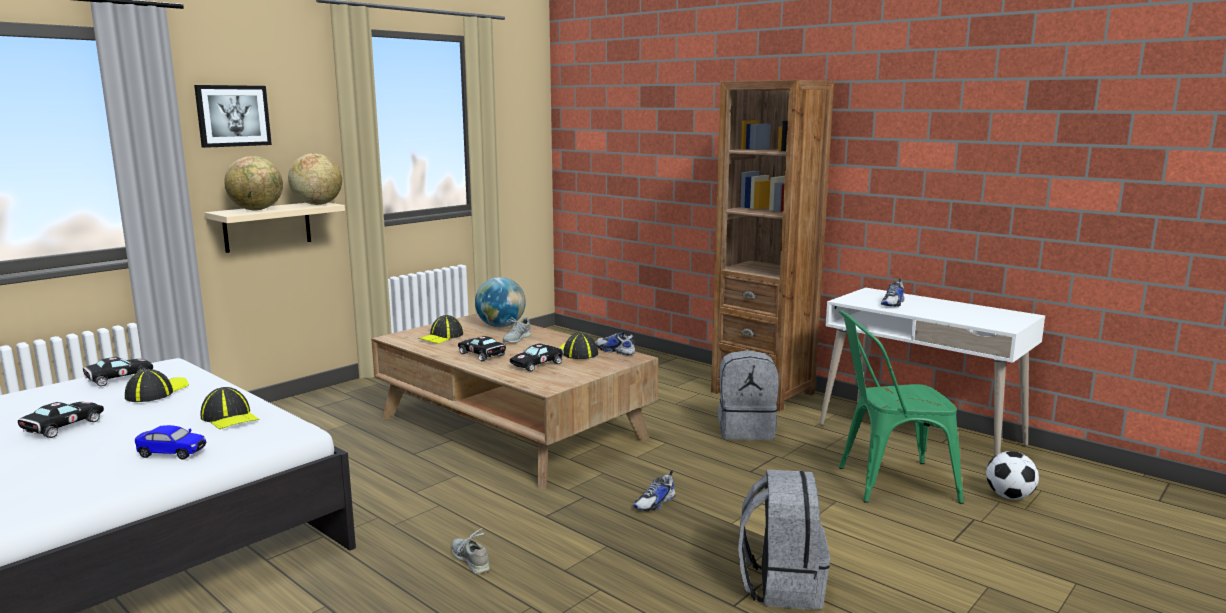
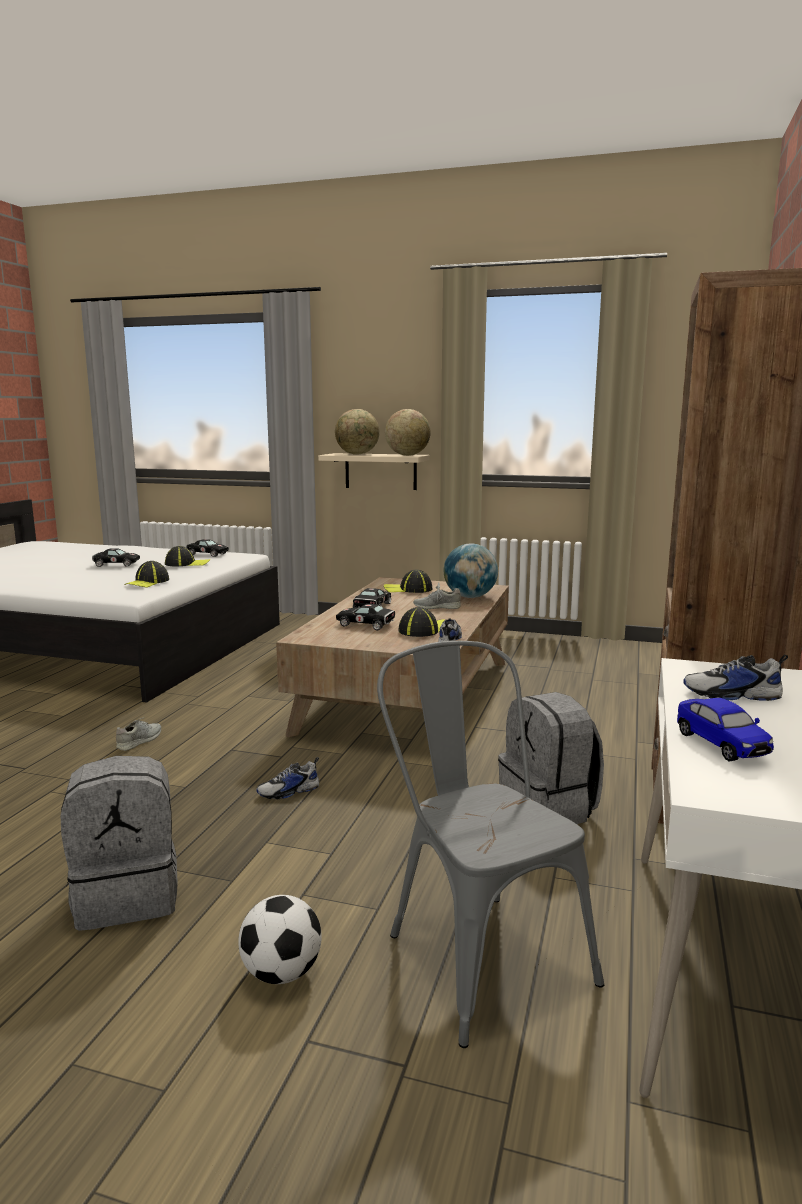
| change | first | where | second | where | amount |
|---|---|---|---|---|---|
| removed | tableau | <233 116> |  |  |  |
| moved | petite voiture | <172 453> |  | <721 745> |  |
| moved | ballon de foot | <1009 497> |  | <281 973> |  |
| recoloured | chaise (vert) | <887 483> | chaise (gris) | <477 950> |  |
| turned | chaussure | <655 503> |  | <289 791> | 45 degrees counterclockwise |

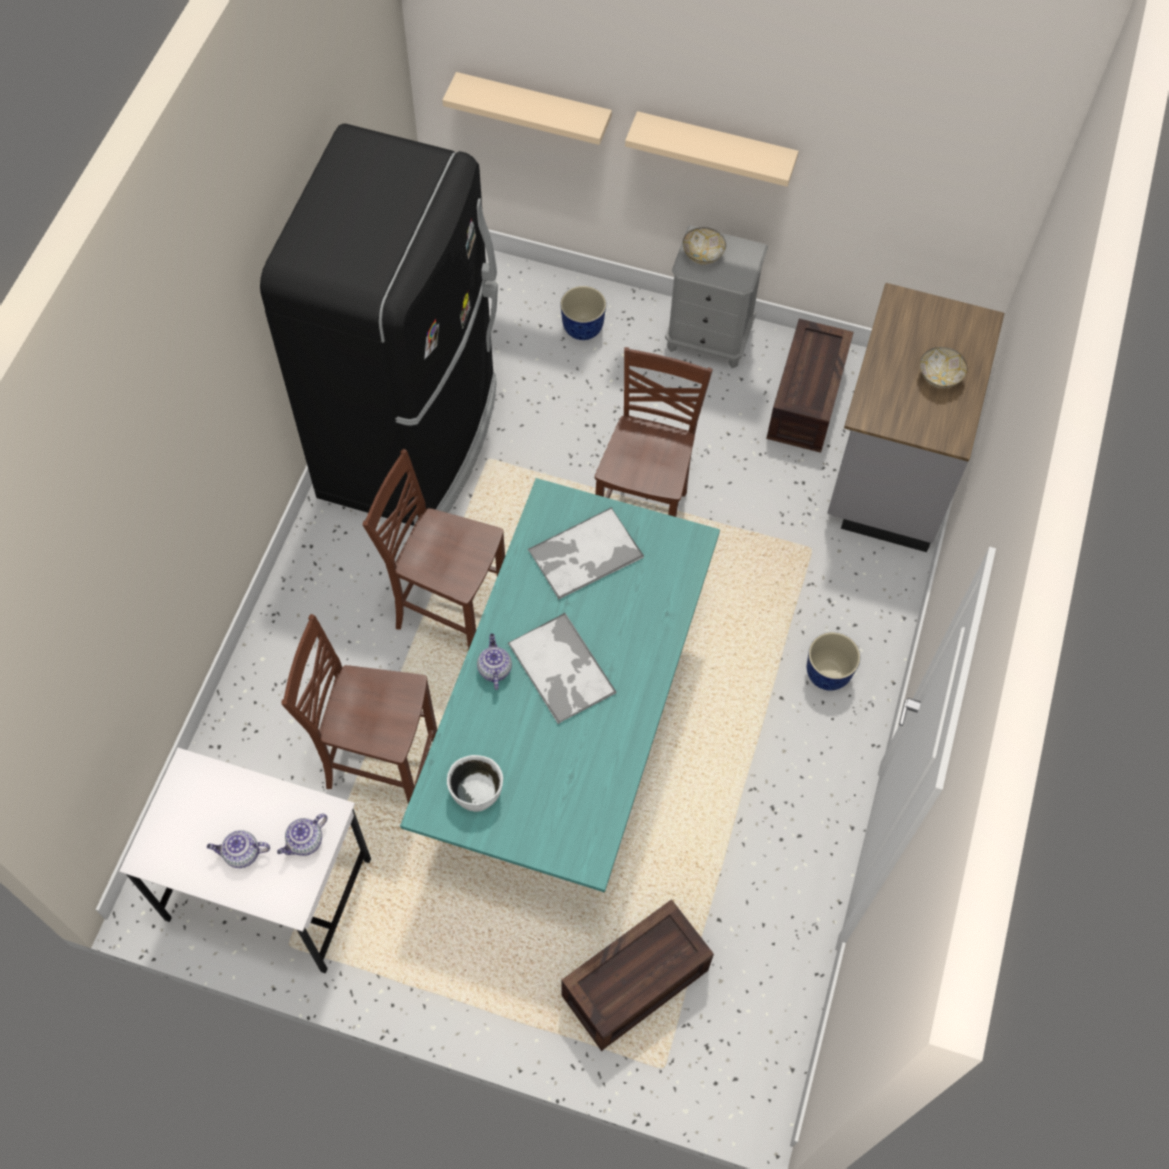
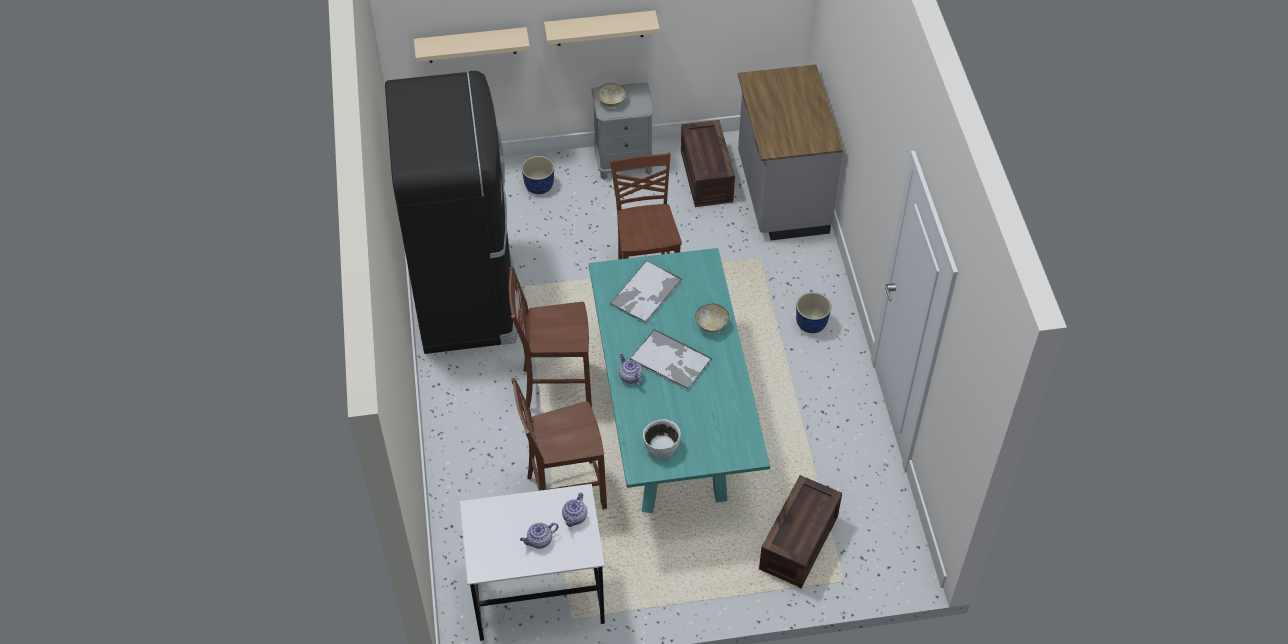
| change | first | where | second | where | amount |
|---|---|---|---|---|---|
| moved | bol | <938 377> |  | <711 325> |  |

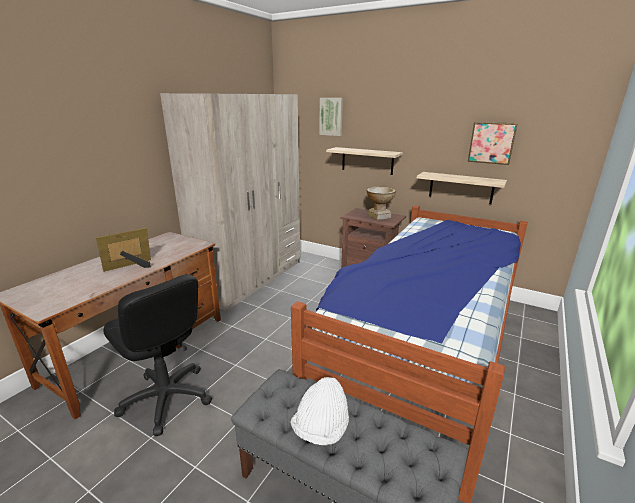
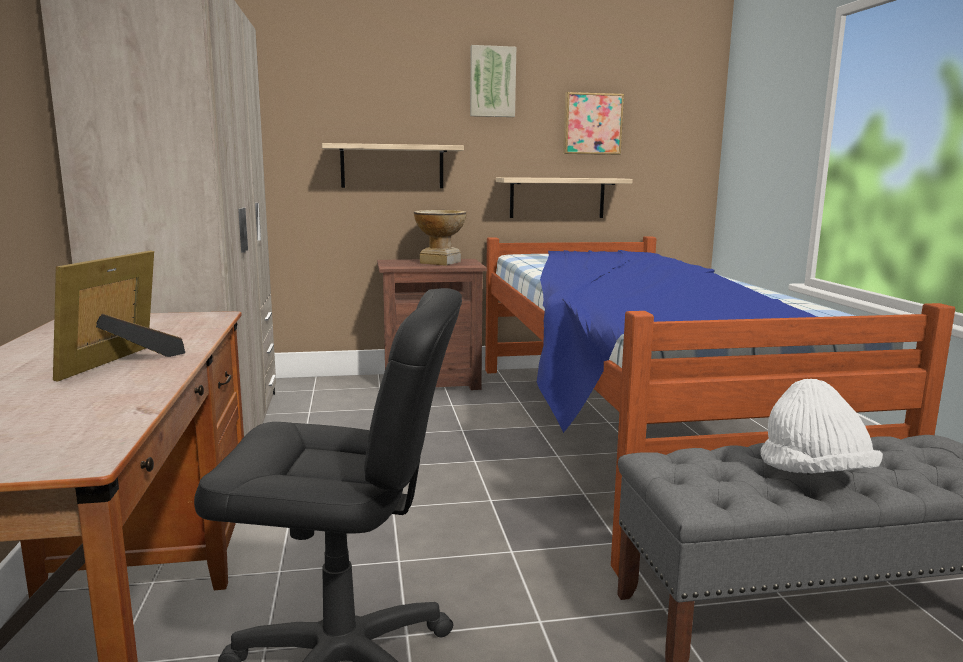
| change | first | where | second | where | amount |
|---|---|---|---|---|---|
| moved | tableau | <331 116> |  | <492 82> |  |

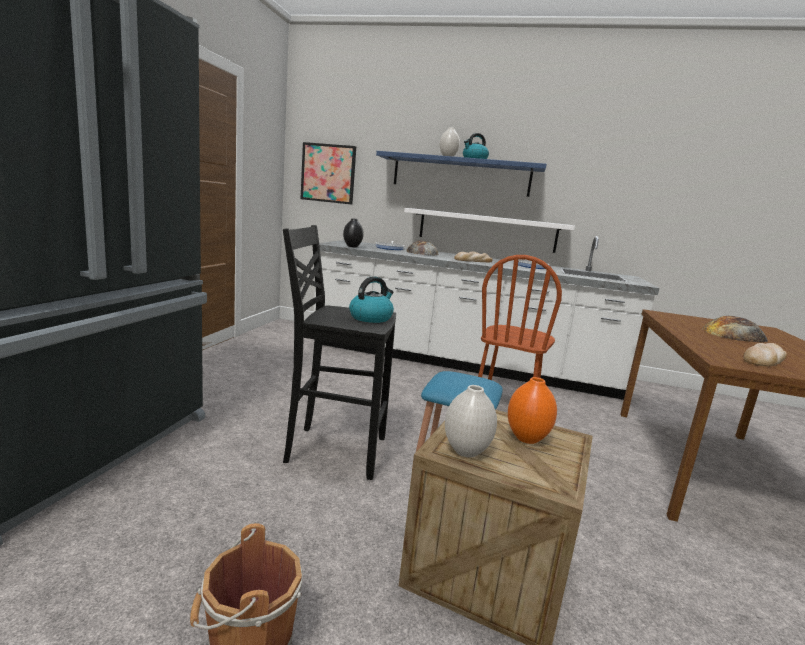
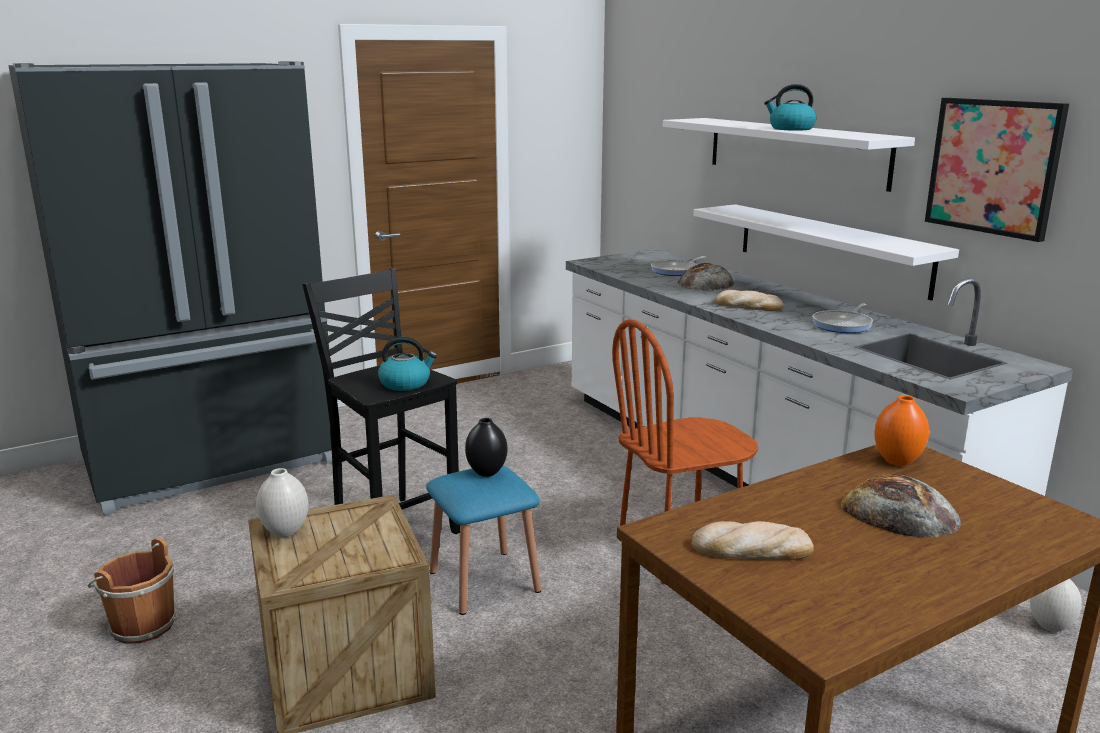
| change | first | where | second | where | amount |
|---|---|---|---|---|---|
| moved | tableau | <328 173> |  | <994 166> |  |
| moved | vase (noir) | <352 246> |  | <486 473> |  |
| moved | vase (blanc) | <448 157> |  | <1050 626> |  |
| moved | vase (orange) | <527 439> |  | <897 461> |  |
| recoloured | étagère (bleu) | <461 175> | étagère (blanc) | <795 151> |  |

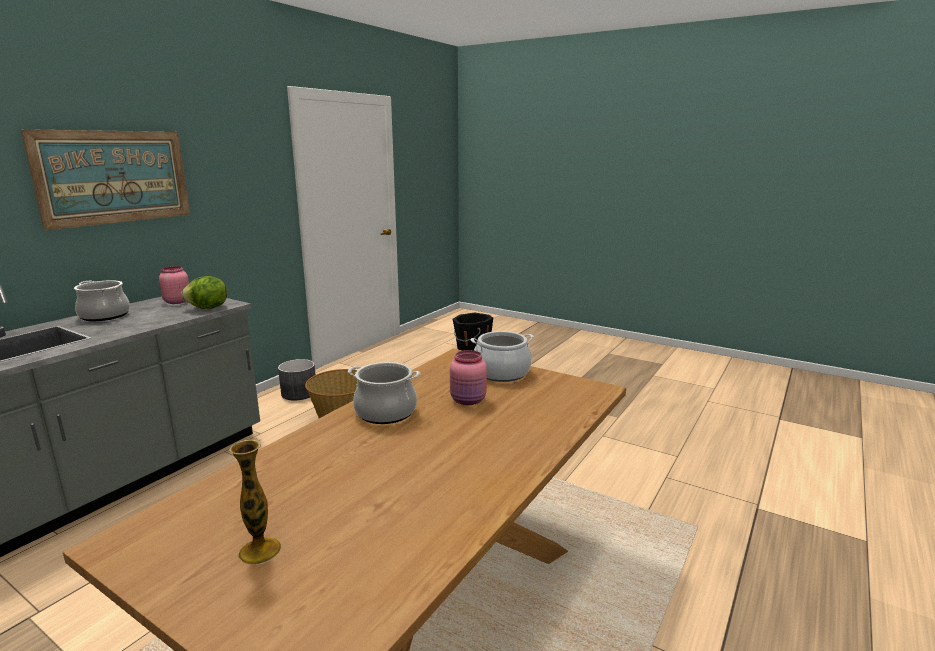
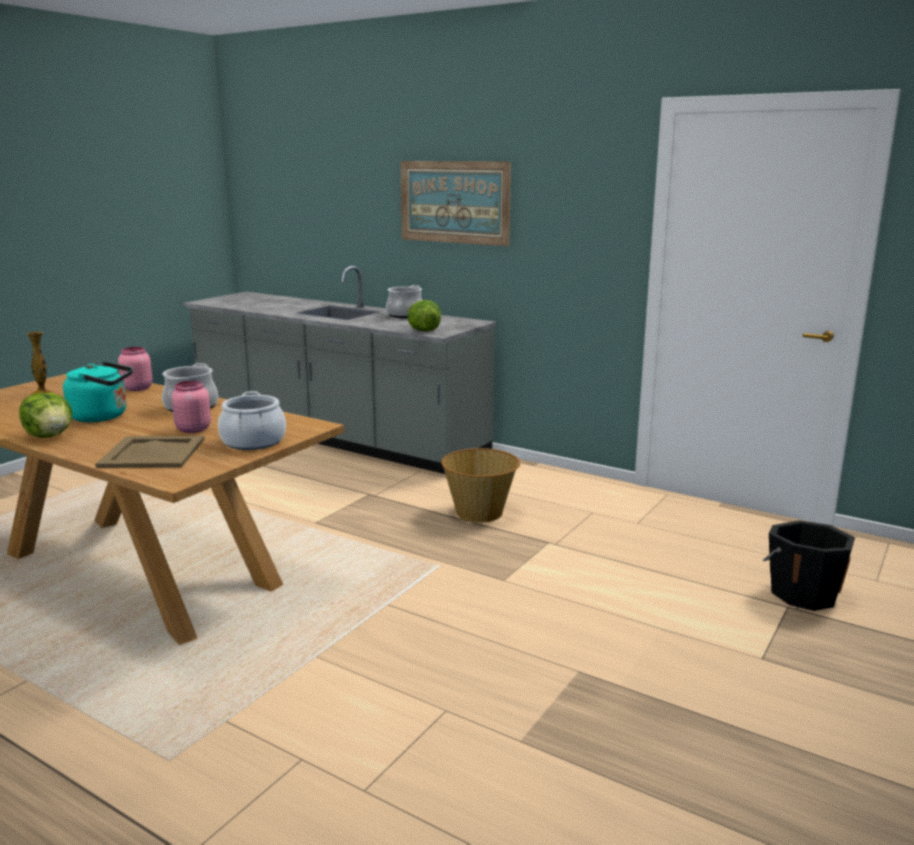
| change | first | where | second | where | amount |
|---|---|---|---|---|---|
| removed | cache-pot (gris) | <298 393> |  |  |  |
| added |  |  | laitue | <50 436> |  |
| added |  |  | bouilloire (turquoise) | <103 416> |  |
| added |  |  | plateau (beige) | <152 452> |  |
| moved | bocal (rose) | <176 302> |  | <137 388> |  |

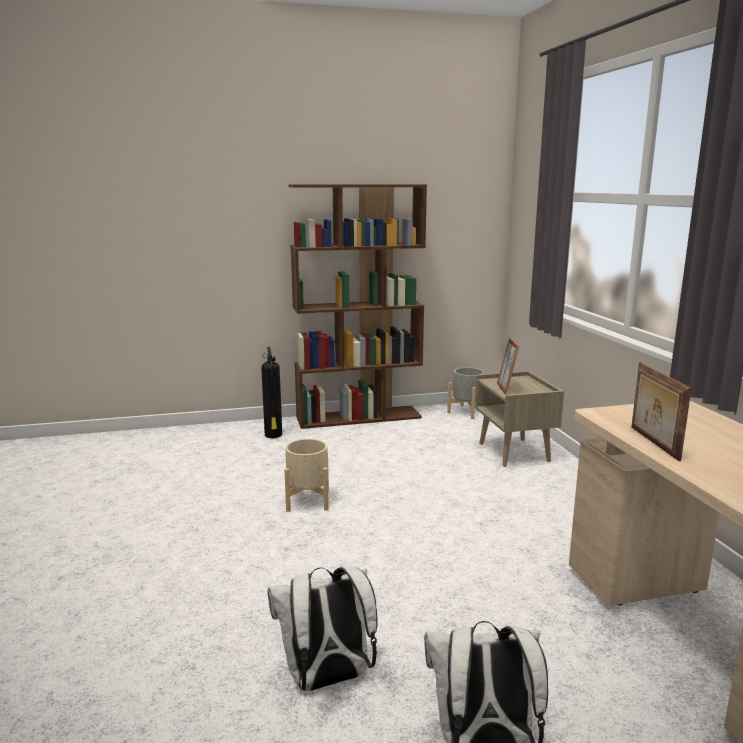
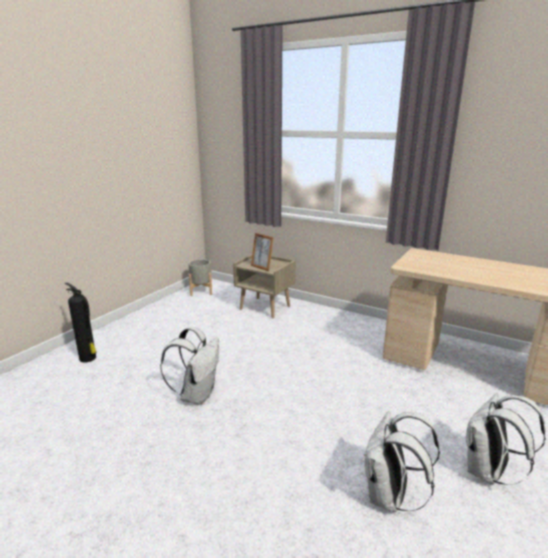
| change | first | where | second | where | amount |
|---|---|---|---|---|---|
| removed | bibliothèque (marron) | <359 417> |  |  |  |
| removed | cadre photo | <652 443> |  |  |  |
| replaced | cache-pot (beige) | <307 501> | sac à dos (blanc) | <197 395> |  |

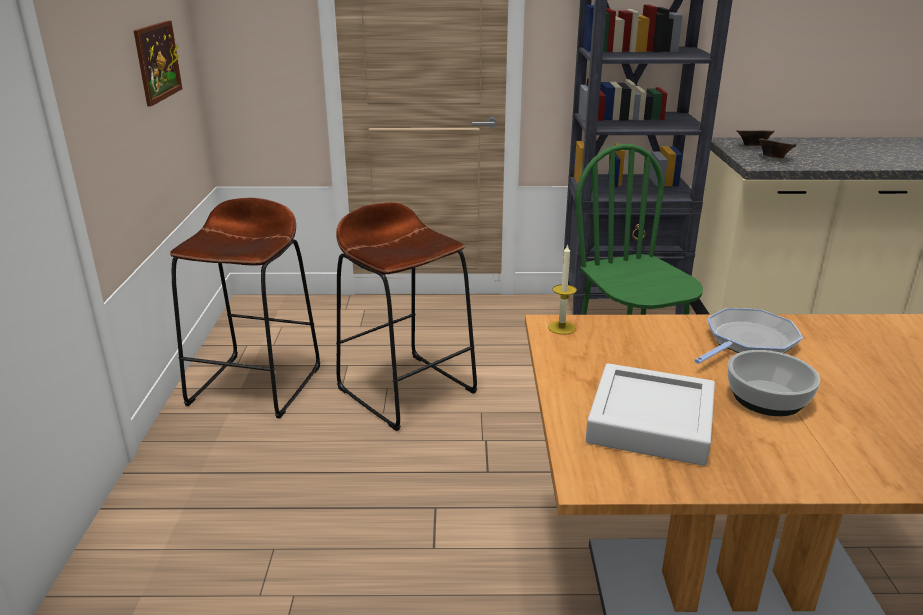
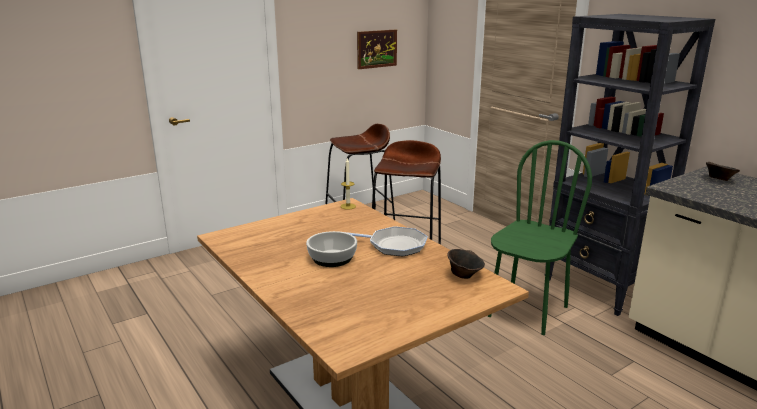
| change | first | where | second | where | amount |
|---|---|---|---|---|---|
| removed | plateau (gris) | <650 422> |  |  |  |
| moved | bol (marron) | <773 158> |  | <464 275> |  |

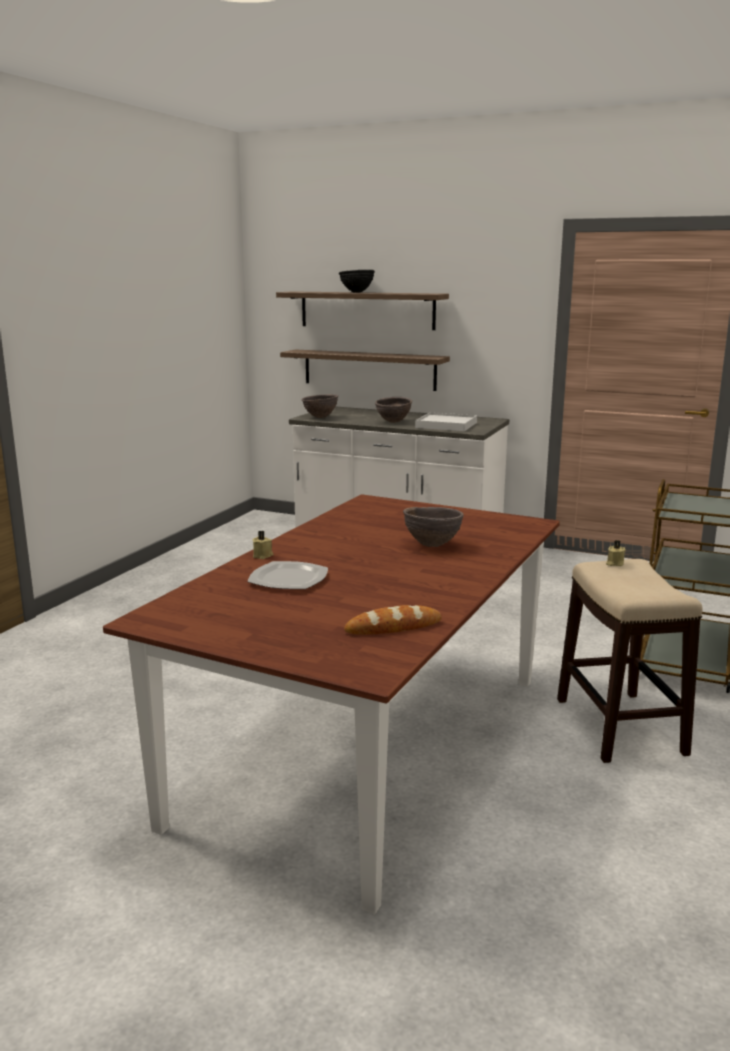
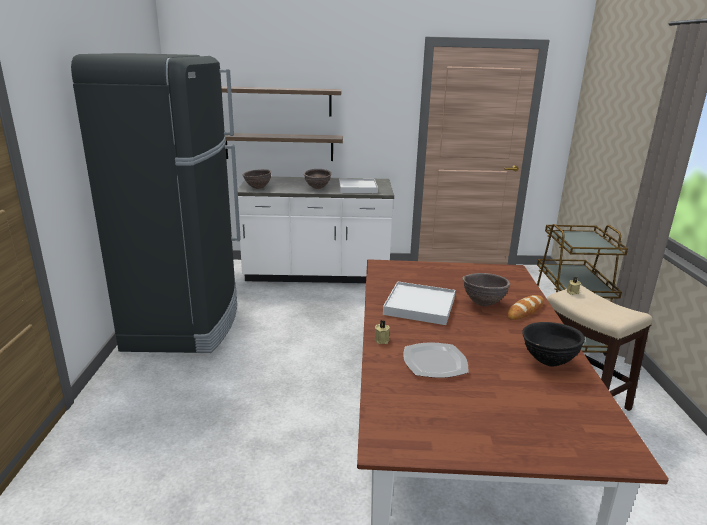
| change | first | where | second | where | amount |
|---|---|---|---|---|---|
| added |  |  | réfrigérateur (noir) | <185 323> |  |
| added |  |  | plateau (blanc) | <419 306> |  |
| moved | bol (noir) | <356 292> |  | <547 362> |  |
| moved | pain | <393 627> |  | <525 310> |  |

